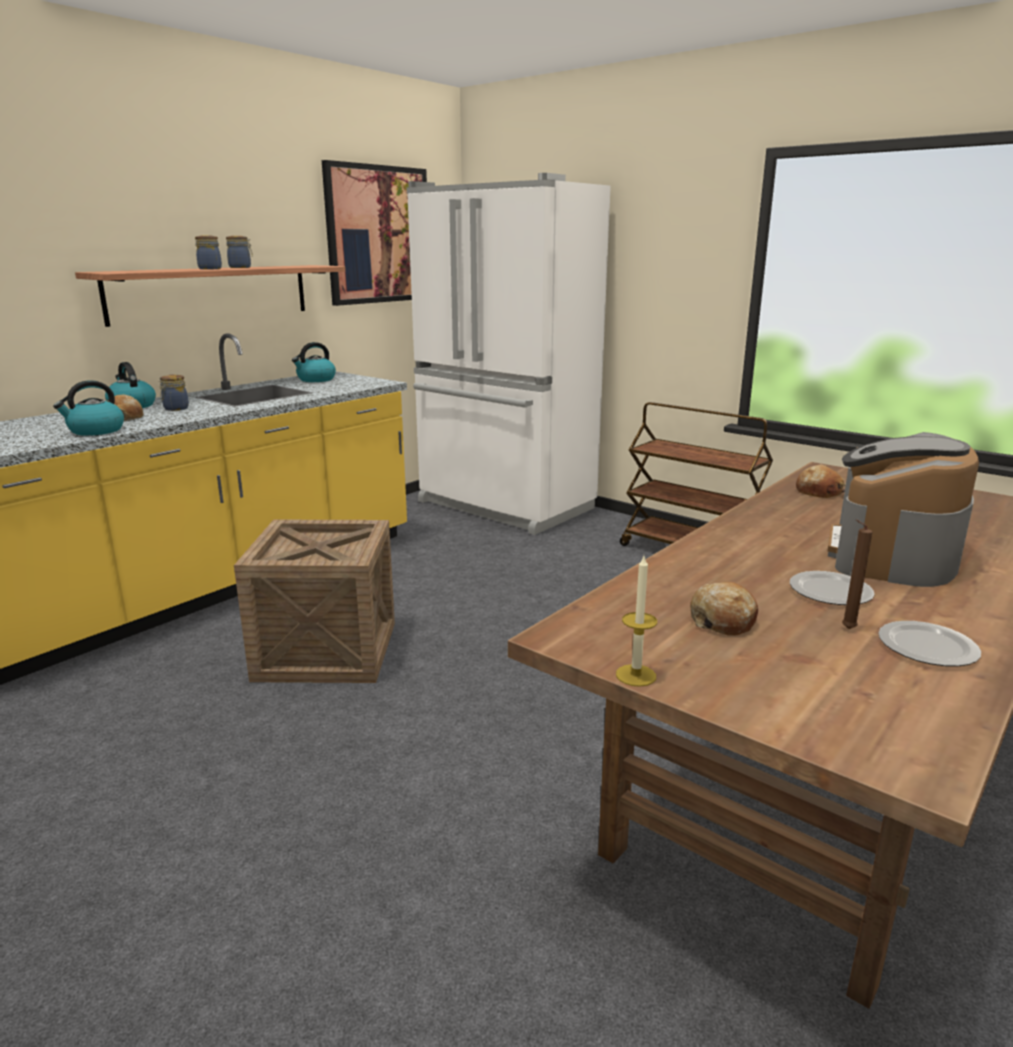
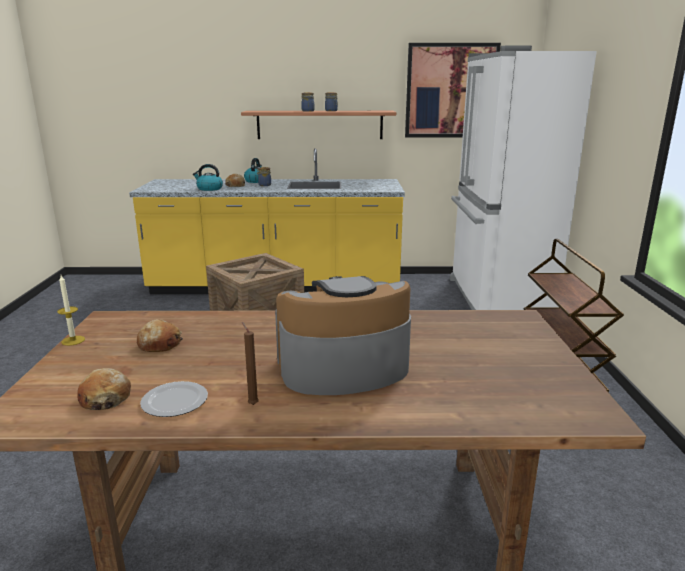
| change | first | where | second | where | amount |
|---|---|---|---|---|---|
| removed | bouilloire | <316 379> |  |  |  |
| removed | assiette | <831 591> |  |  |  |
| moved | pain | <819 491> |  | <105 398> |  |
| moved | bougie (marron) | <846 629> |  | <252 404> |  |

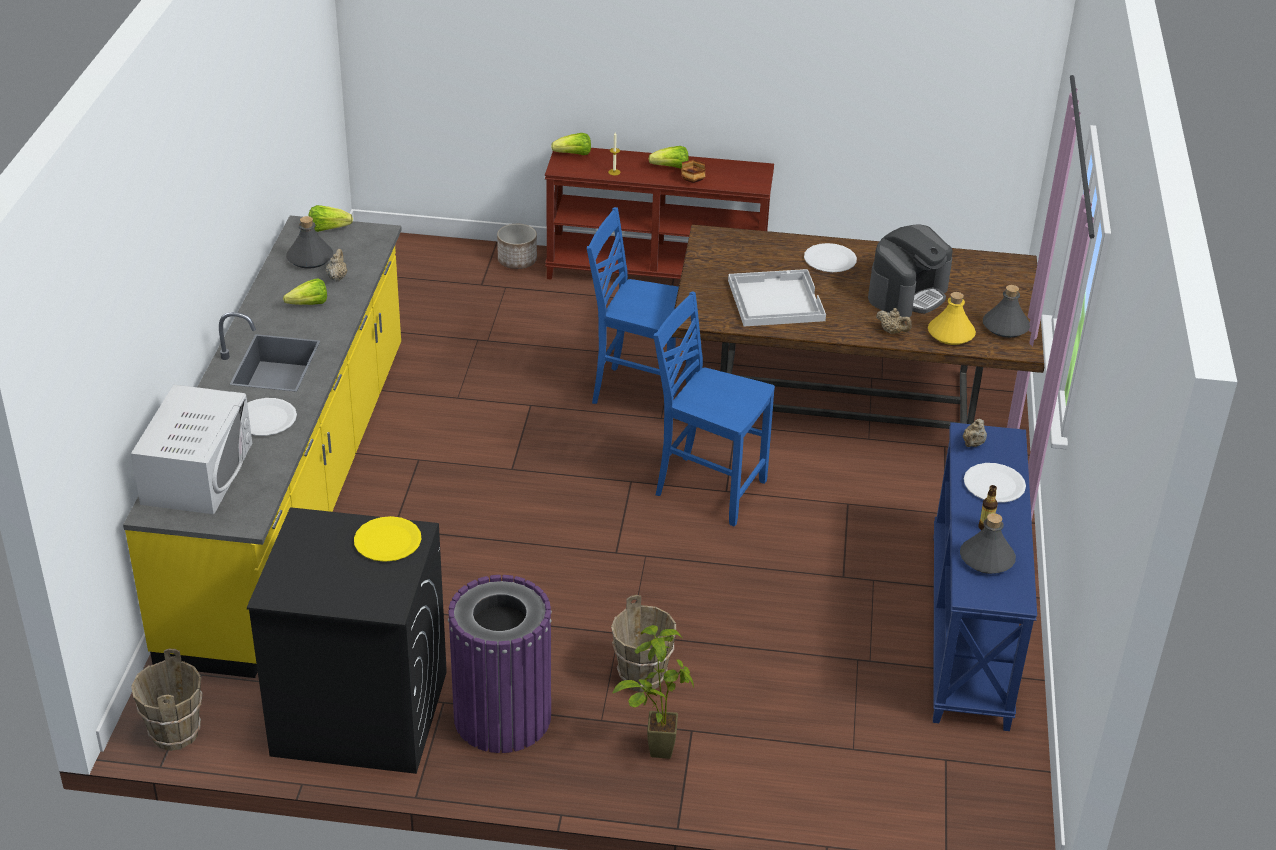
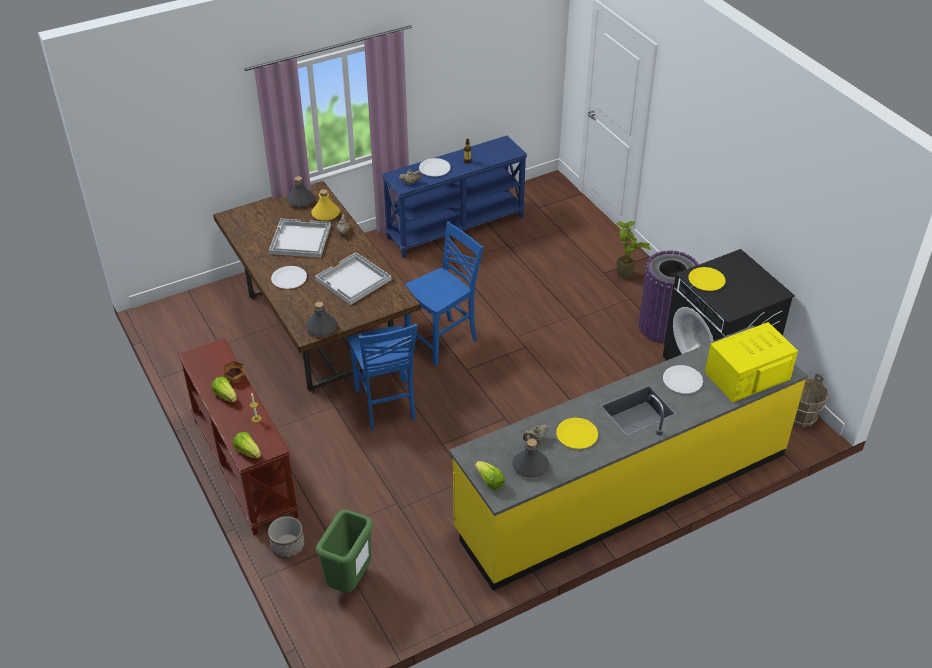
| change | first | where | second | where | amount |
|---|---|---|---|---|---|
| removed | seau (marron) | <641 676> |  |  |  |
| added |  |  | poubelle (vert) | <350 581> |  |
| moved | bouteille (gris) | <986 559> |  | <322 327> |  |
| replaced | laitue | <305 305> | assiette (jaune) | <577 434> |  |
| replaced | machine à café | <907 294> | plateau (blanc) | <299 240> |  |
| recoloured | micro-ondes (blanc) | <197 473> | micro-ondes (jaune) | <747 376> |  |
| turned | chaise (bleu) | <708 488> |  | <443 340> | 120 degrees counterclockwise |

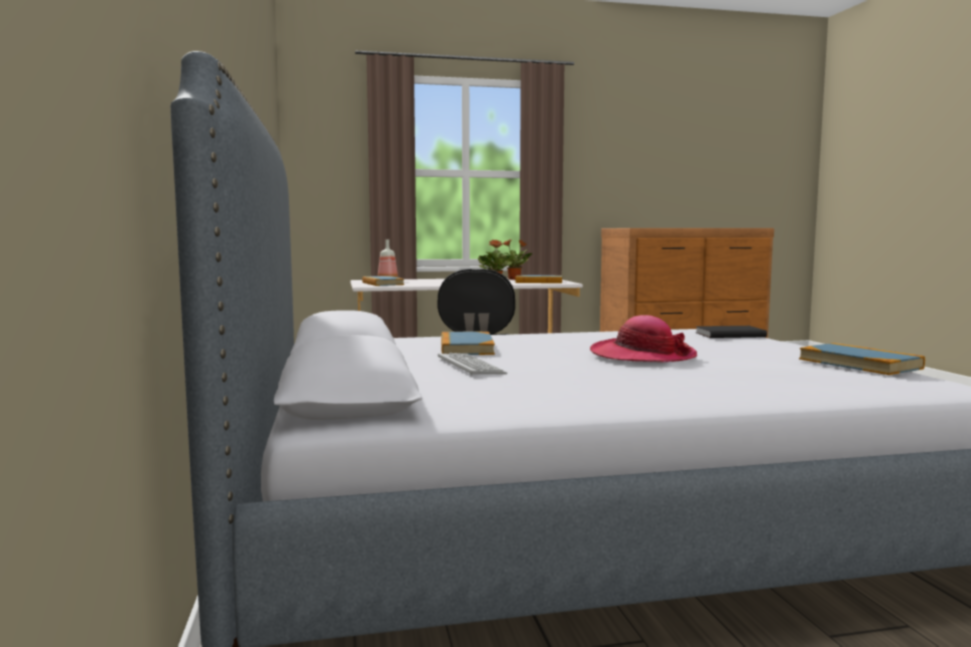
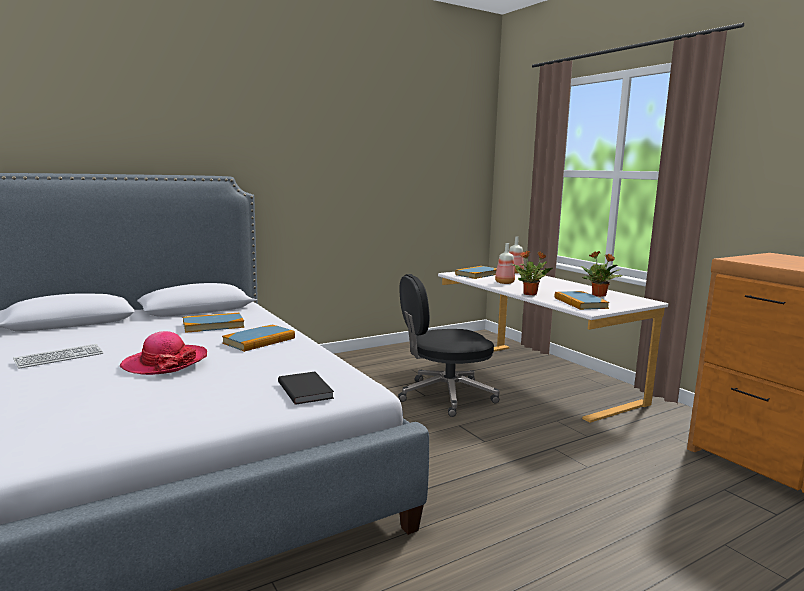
| change | first | where | second | where | amount |
|---|---|---|---|---|---|
| added |  |  | bouteille | <504 283> |  |
| moved | clavier | <470 366> |  | <59 357> |  |
| moved | livre | <859 364> |  | <259 341> |  |

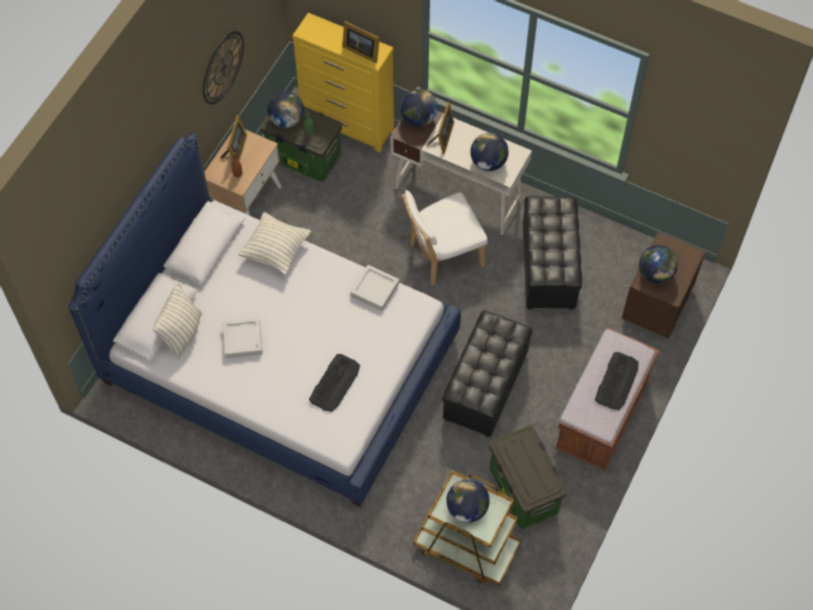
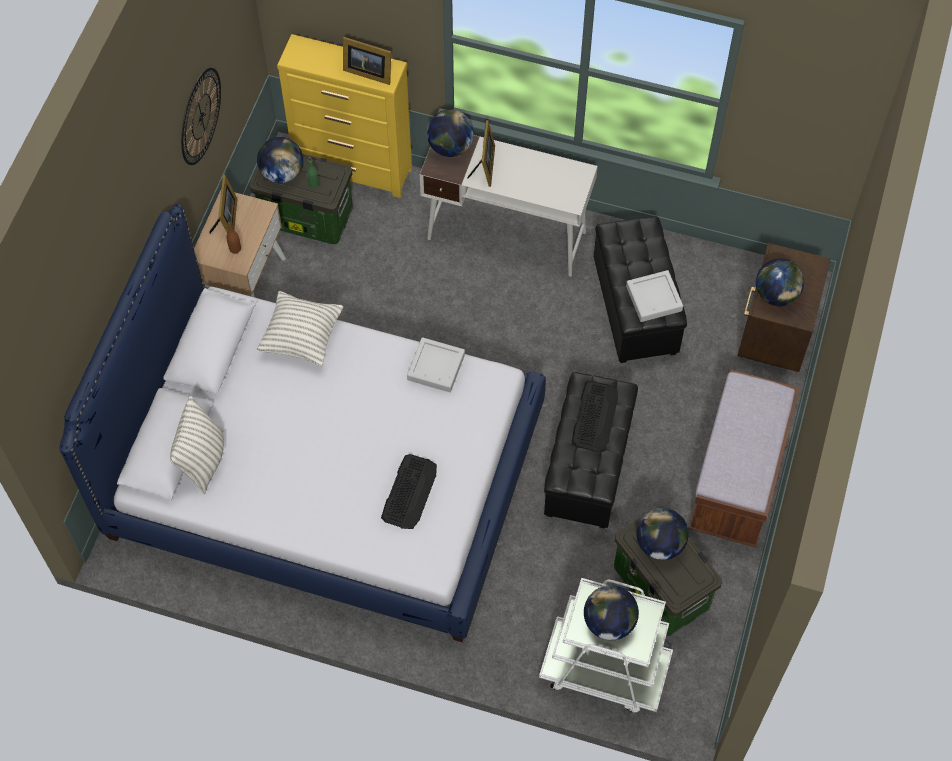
| change | first | where | second | where | amount |
|---|---|---|---|---|---|
| removed | chaise (blanc) | <442 256> |  |  |  |
| moved | plateau (gris) | <242 340> |  | <654 298> |  |
| moved | globe | <488 162> |  | <660 544> |  |
| moved | clavier | <617 381> |  | <594 416> |  |
| recoloured | chariot (marron) | <466 546> | chariot (blanc) | <604 669> |  |

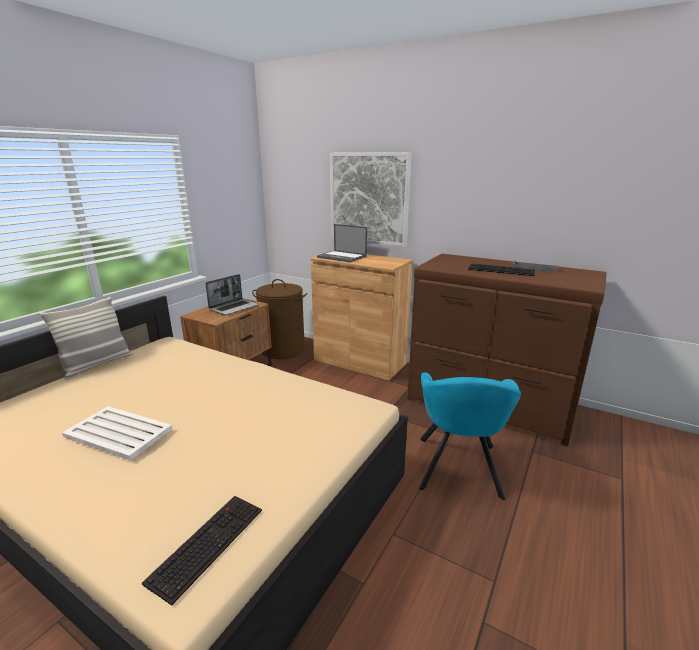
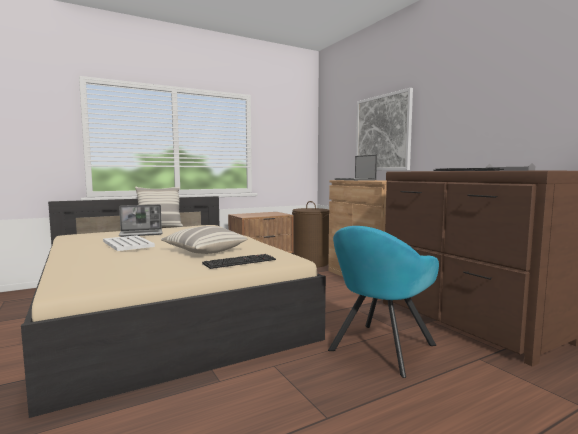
| change | first | where | second | where | amount |
|---|---|---|---|---|---|
| added |  |  | coussin | <204 251> |  |
| moved | clavier | <207 542> |  | <240 261> |  |
| moved | ordinateur portable | <234 308> |  | <142 234> |  |

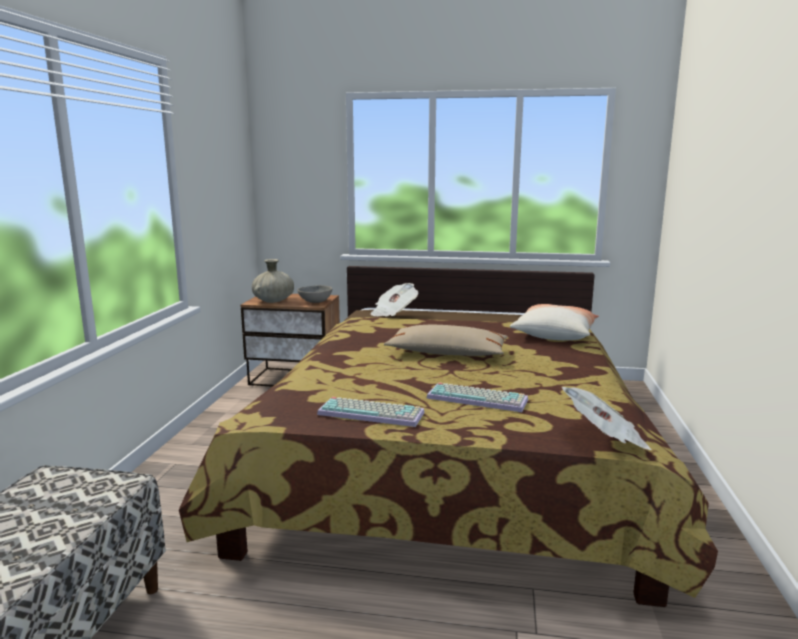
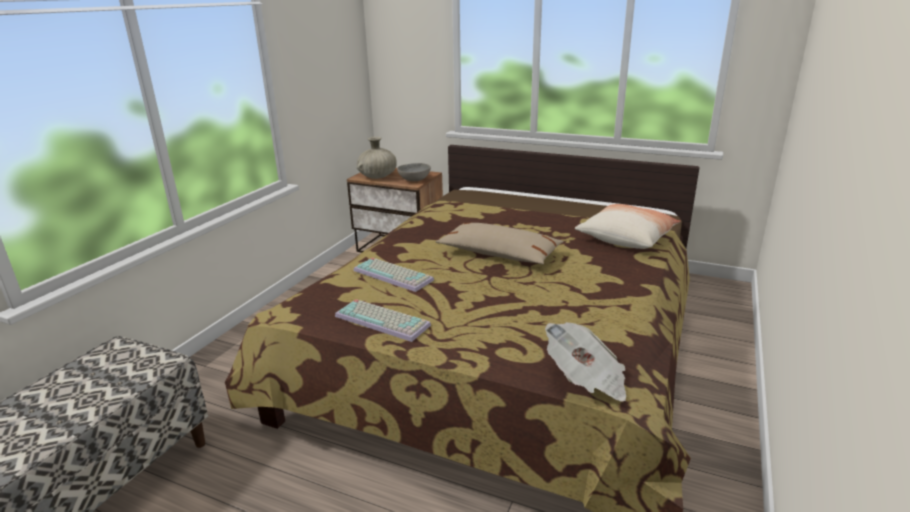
| change | first | where | second | where | amount |
|---|---|---|---|---|---|
| removed | journal | <393 313> |  |  |  |
| moved | clavier | <478 398> |  | <394 275> |  |

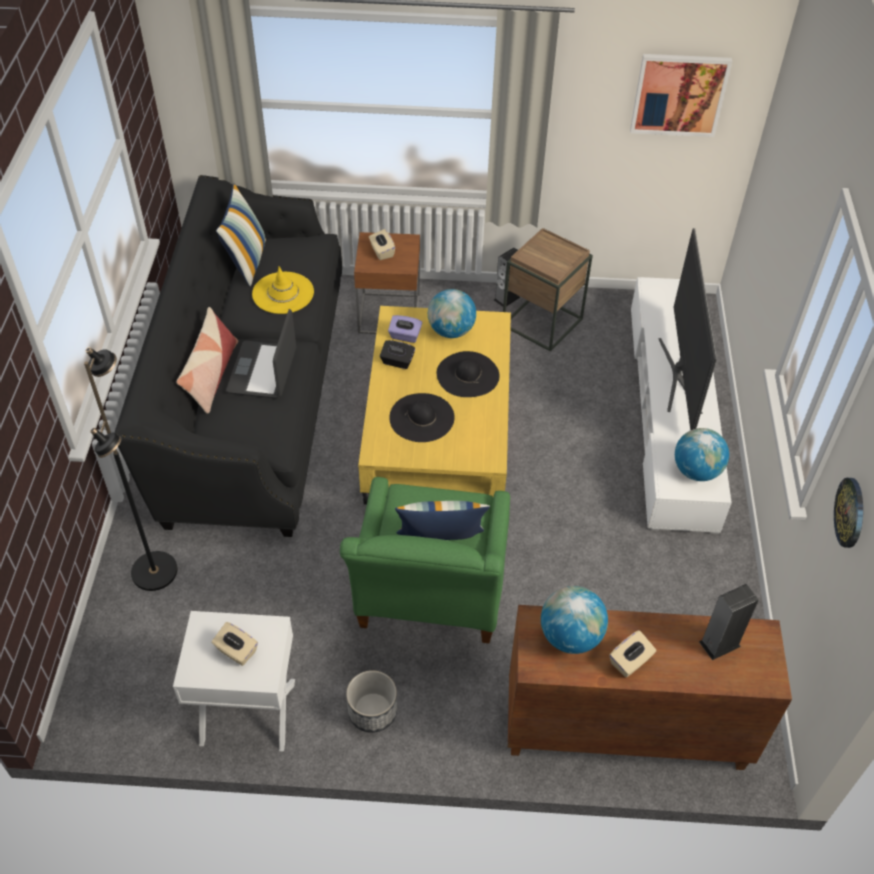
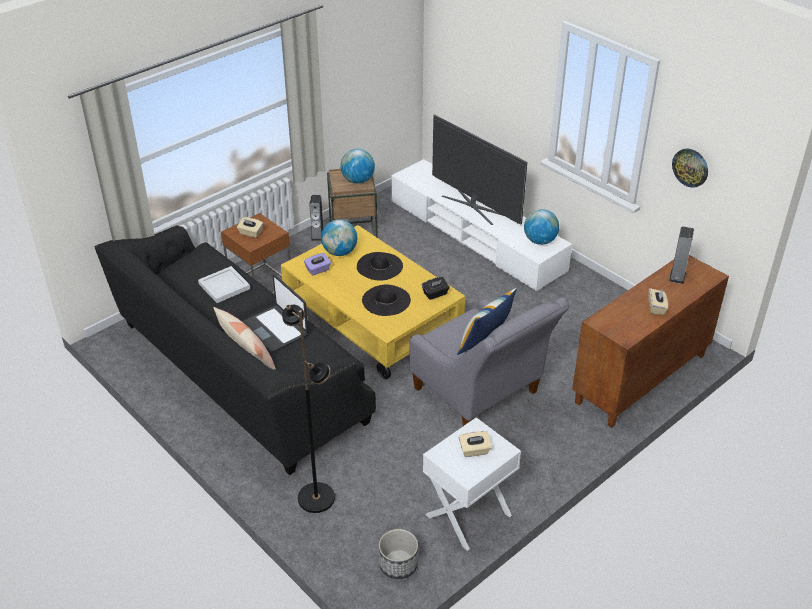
| change | first | where | second | where | amount |
|---|---|---|---|---|---|
| removed | coussin | <246 261> |  |  |  |
| removed | tableau | <679 94> |  |  |  |
| moved | cache-pot | <373 711> |  | <398 564> |  |
| moved | boîte à mouchoirs (noir) | <397 362> |  | <435 294> |  |
| moved | globe | <570 636> |  | <358 180> |  |
| replaced | chapeau (jaune) | <283 293> | plateau (blanc) | <225 286> |  |
| recoloured | fauteuil (vert) | <429 599> | fauteuil (gris) | <481 395> |  |

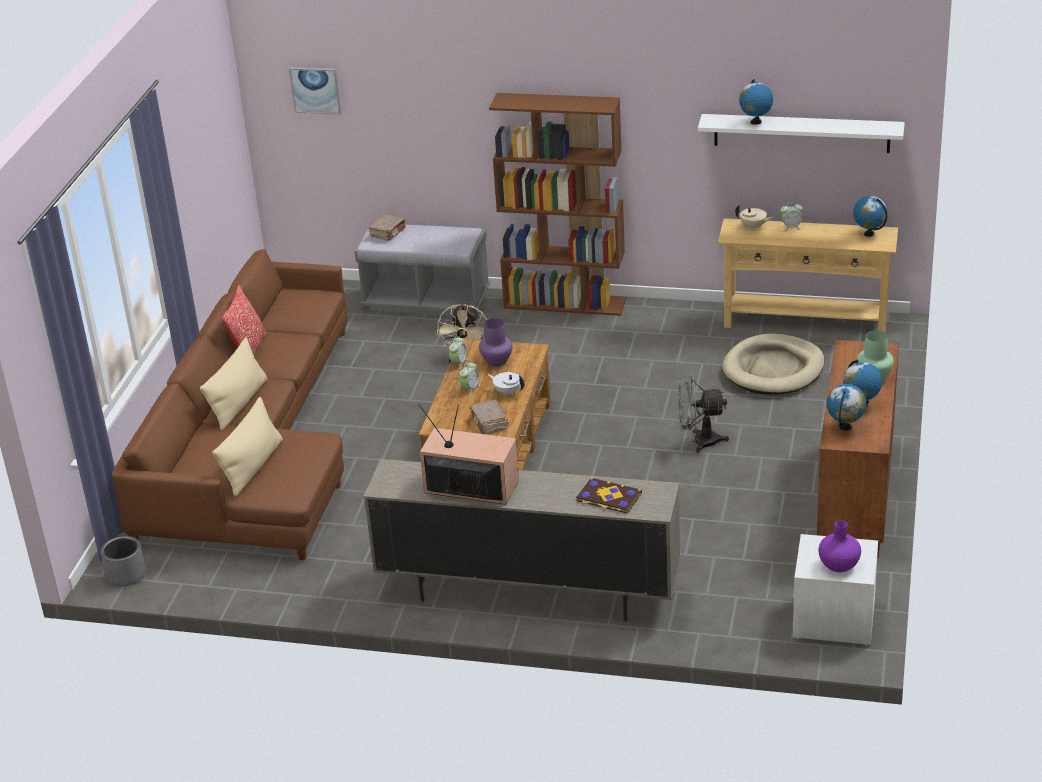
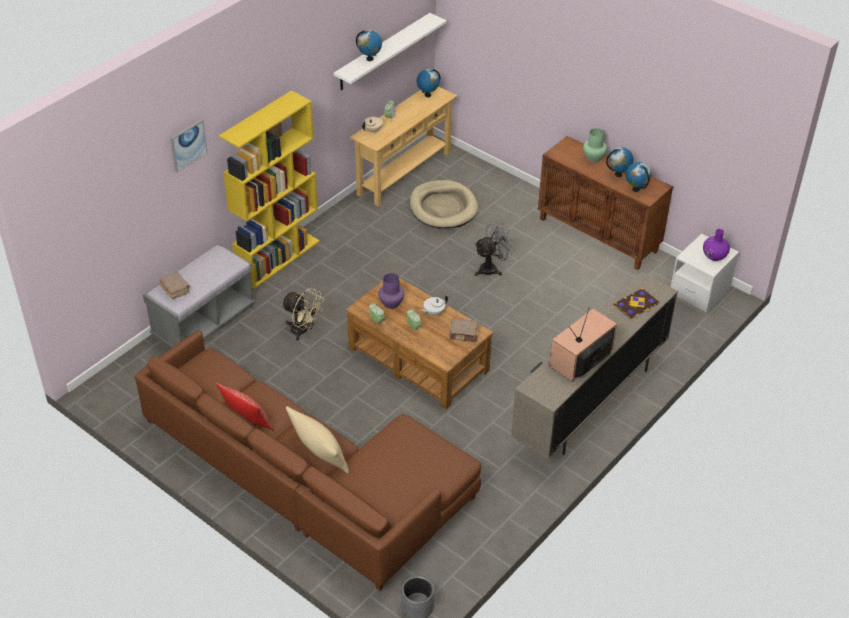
| change | first | where | second | where | amount |
|---|---|---|---|---|---|
| removed | coussin (beige) | <253 466> |  |  |  |
| moved | tableau | <315 90> |  | <188 145> |  |
| recoloured | bibliothèque (marron) | <565 303> | bibliothèque (jaune) | <278 258> |  |
| turned | ventilateur (gris) | <699 441> |  | <492 268> | 150 degrees counterclockwise |

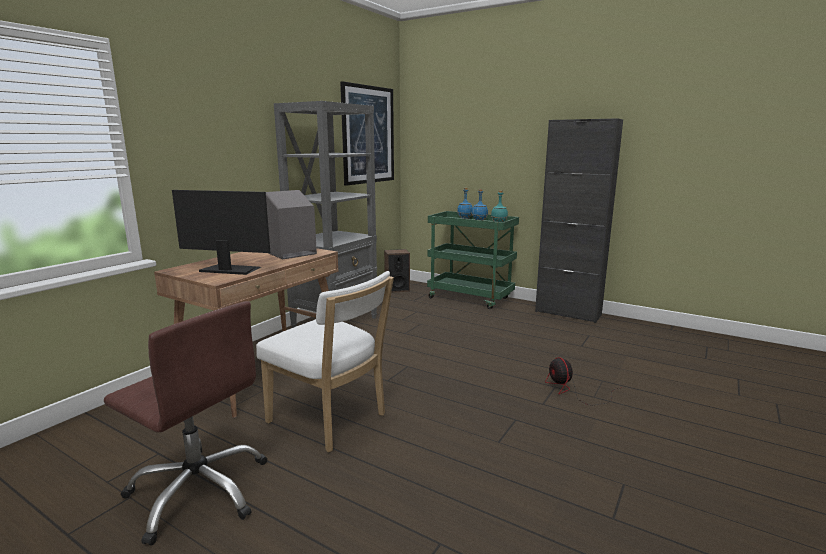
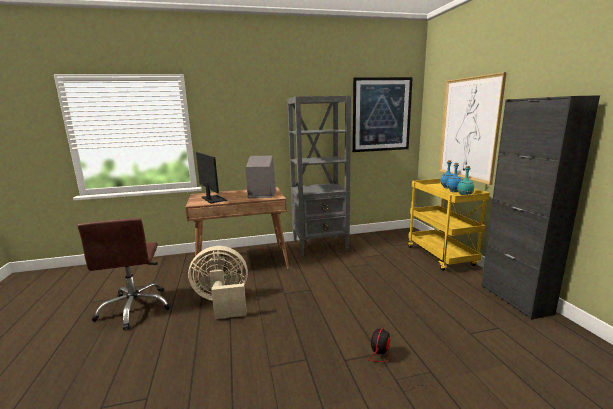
| change | first | where | second | where | amount |
|---|---|---|---|---|---|
| removed | enceinte | <397 289> |  |  |  |
| added |  |  | tableau | <468 129> |  |
| replaced | chaise (blanc) | <331 420> | ventilateur (beige) | <222 302> |  |
| recoloured | chariot (vert) | <471 298> | chariot (jaune) | <441 257> |  |

